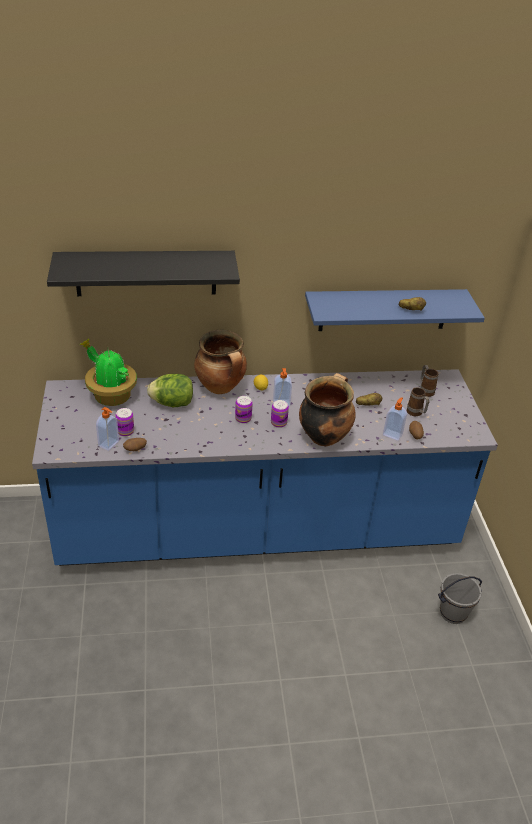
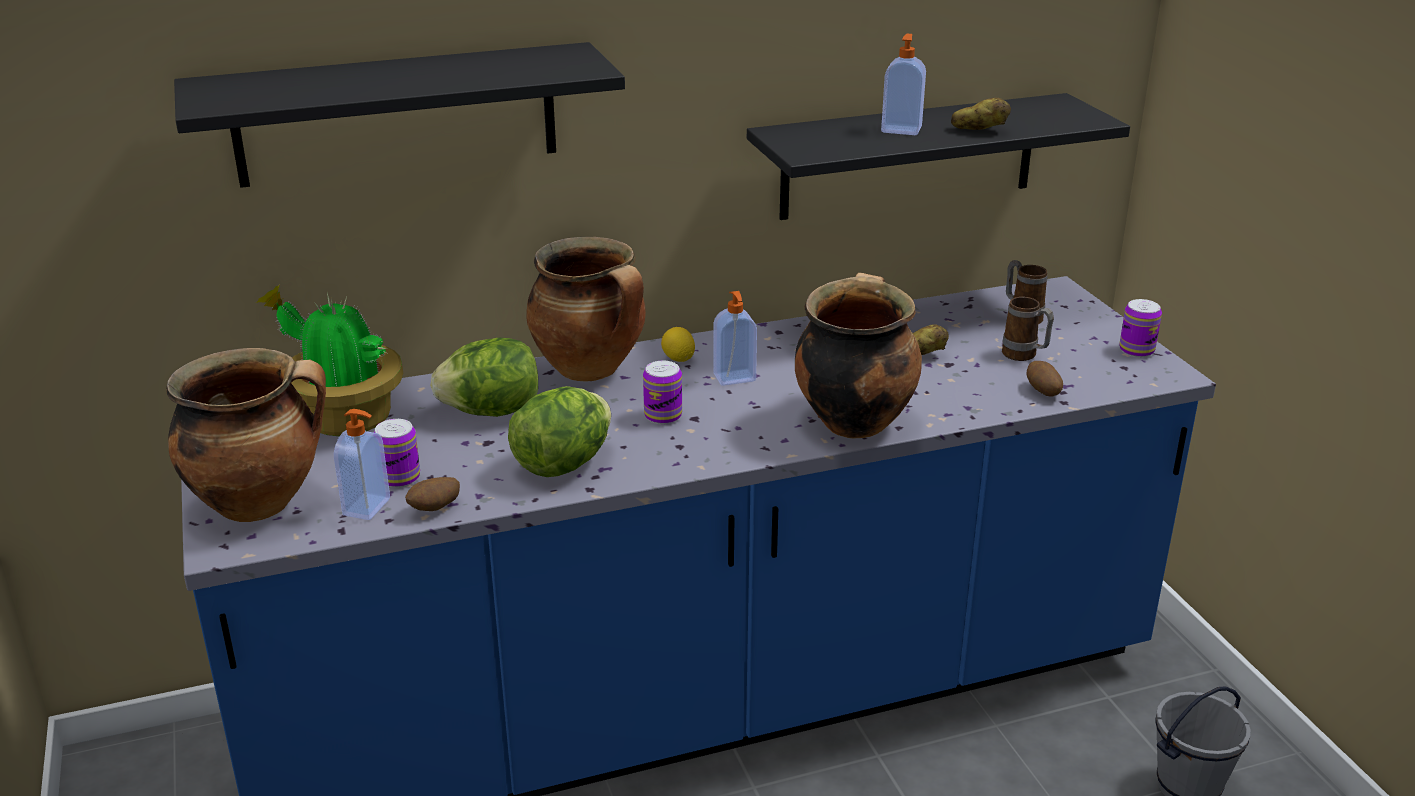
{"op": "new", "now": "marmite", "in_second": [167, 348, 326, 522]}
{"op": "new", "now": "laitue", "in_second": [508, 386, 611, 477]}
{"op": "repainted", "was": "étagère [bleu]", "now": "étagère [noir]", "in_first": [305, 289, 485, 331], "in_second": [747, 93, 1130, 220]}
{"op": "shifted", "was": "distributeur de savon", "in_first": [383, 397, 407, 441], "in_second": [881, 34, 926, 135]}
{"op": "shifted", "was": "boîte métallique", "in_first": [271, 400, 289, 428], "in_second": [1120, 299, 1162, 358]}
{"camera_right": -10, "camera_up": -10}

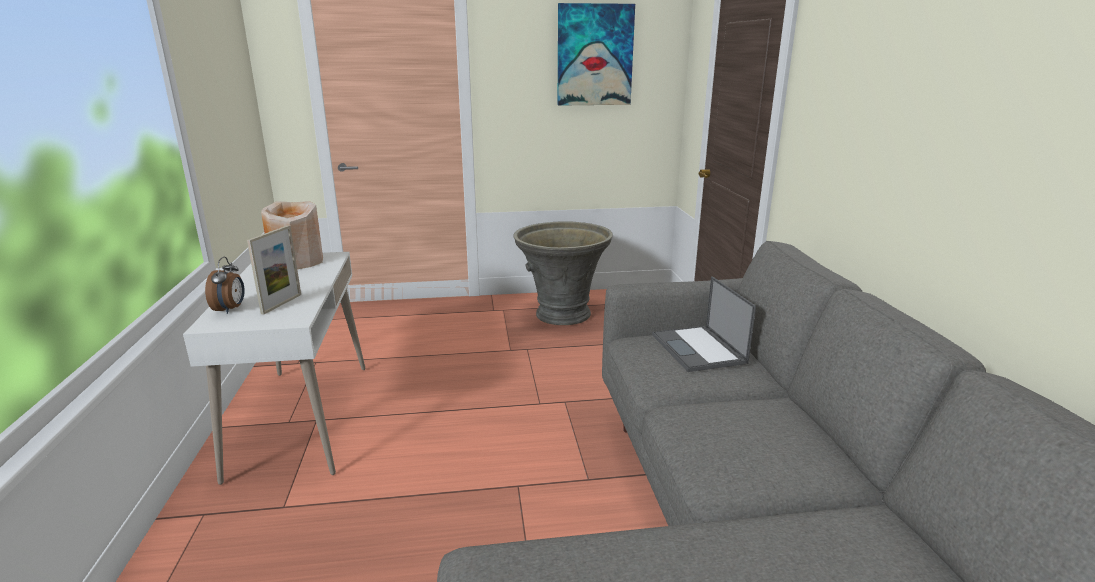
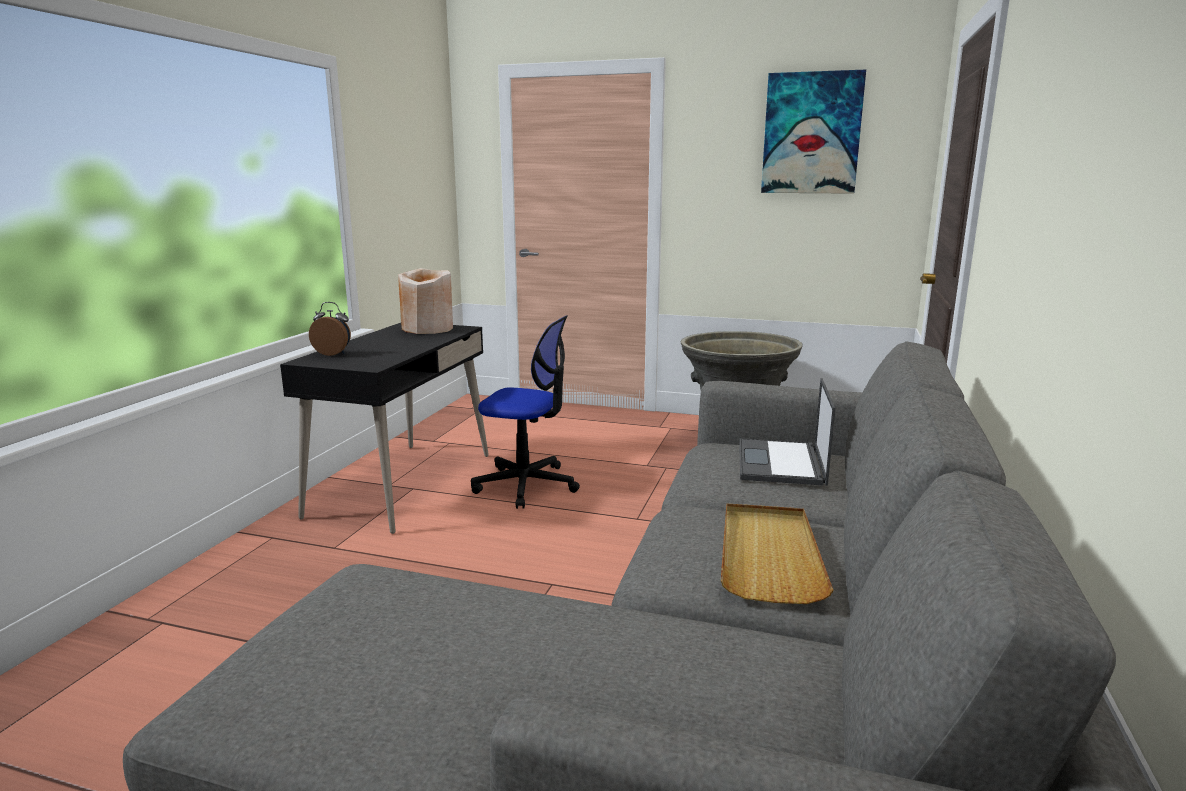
{"op": "repainted", "was": "bureau [blanc]", "now": "bureau [noir]", "in_first": [183, 252, 365, 485], "in_second": [280, 323, 489, 534]}
{"op": "rotated", "was": "réveil", "in_first": [205, 257, 245, 314], "in_second": [309, 302, 351, 356], "clockwise": -105}
{"op": "new", "now": "chaise de bureau", "in_second": [471, 315, 580, 509]}
{"op": "new", "now": "plateau [beige]", "in_second": [721, 504, 834, 604]}
{"op": "gone", "was": "cadre photo", "in_first": [247, 225, 301, 315]}
{"camera_right": 25, "camera_up": -5}

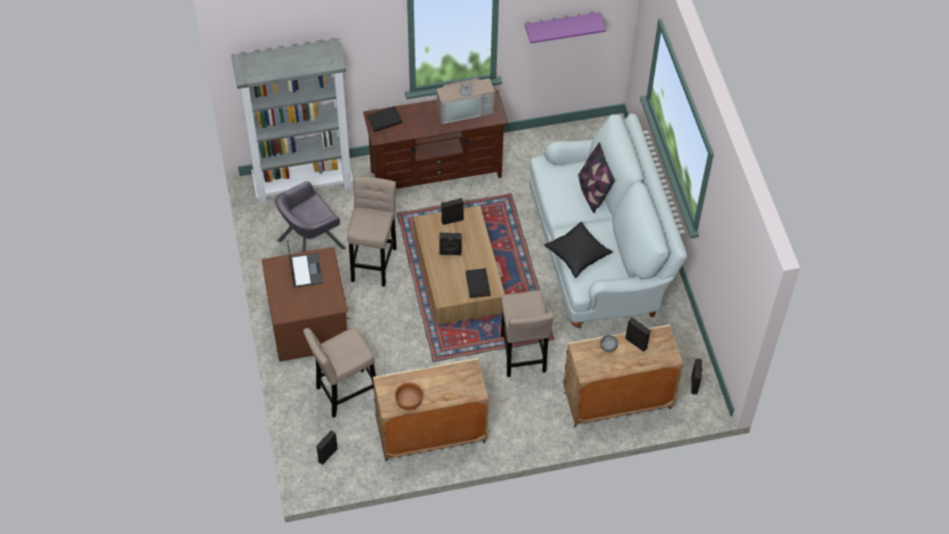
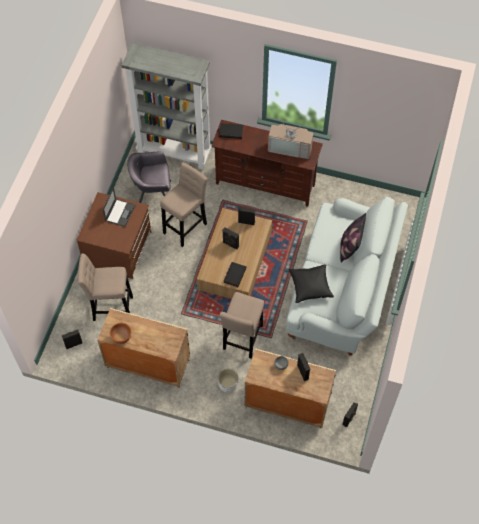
{"op": "new", "now": "cache-pot [blanc]", "in_second": [218, 369, 238, 393]}
{"op": "gone", "was": "étagère [violet]", "in_first": [525, 12, 606, 43]}
{"camera_right": 30, "camera_up": 5}

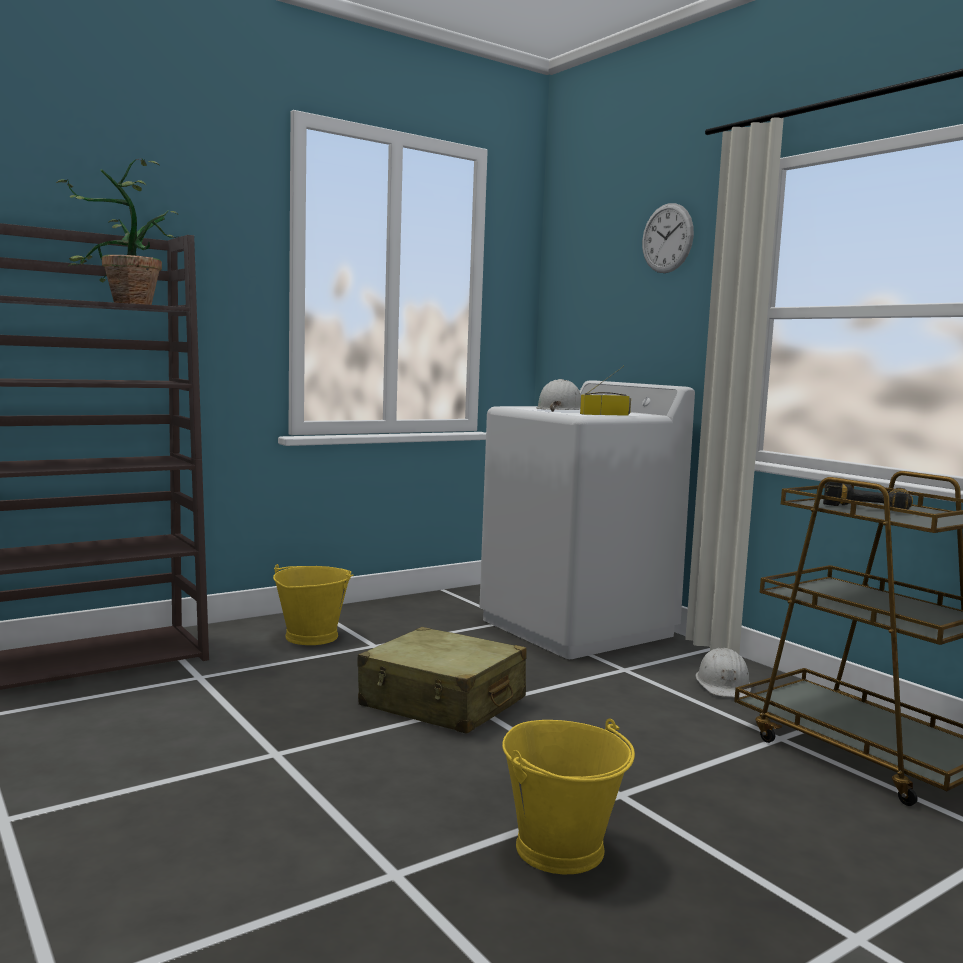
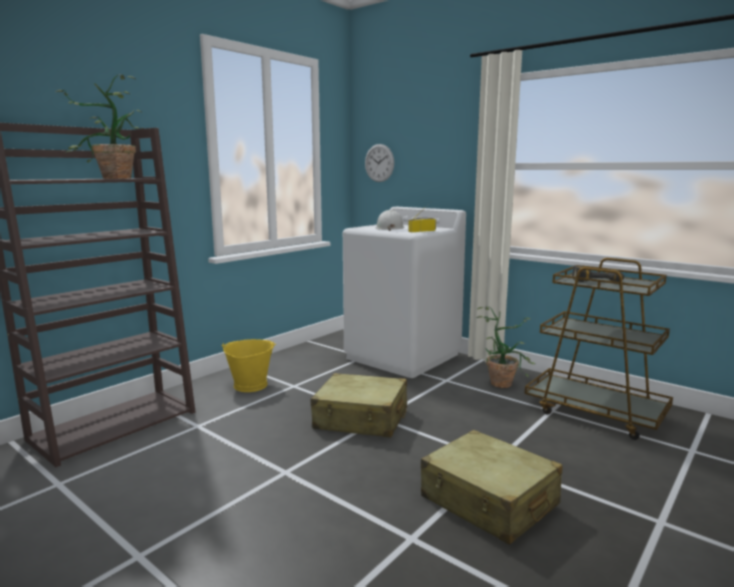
{"op": "shifted", "was": "horloge murale", "in_first": [642, 203, 694, 273], "in_second": [365, 144, 394, 182]}
{"op": "swapped", "was": "seau [jaune]", "now": "valise [beige]", "in_first": [502, 718, 635, 874], "in_second": [421, 430, 563, 545]}
{"op": "swapped", "was": "casque de chantier [blanc]", "now": "plante en pot", "in_first": [696, 648, 751, 698], "in_second": [477, 306, 535, 388]}
{"camera_right": -15, "camera_up": 5}

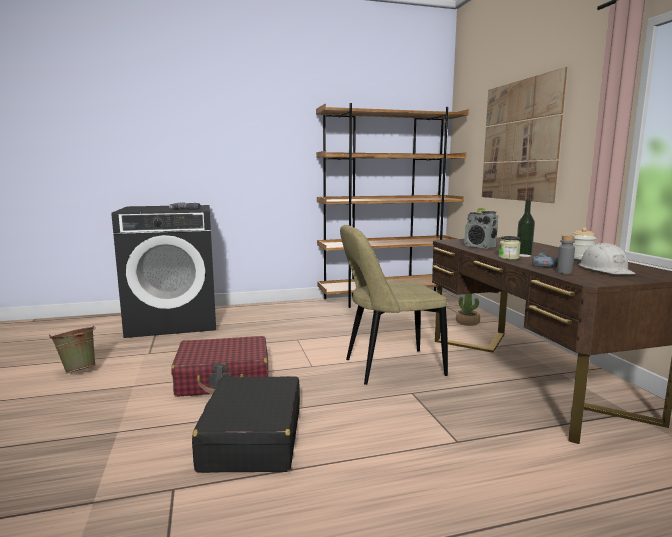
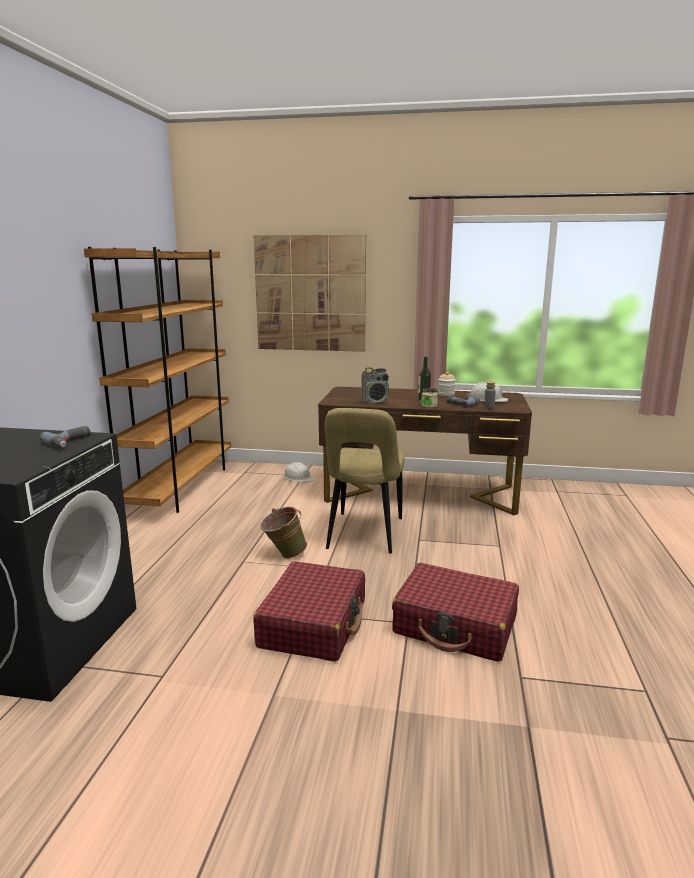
{"op": "shifted", "was": "seau [vert]", "in_first": [49, 325, 96, 373], "in_second": [260, 507, 307, 559]}
{"op": "swapped", "was": "plante en pot", "now": "casque de chantier [blanc]", "in_first": [456, 294, 480, 326], "in_second": [284, 462, 315, 483]}
{"op": "repainted", "was": "valise [noir]", "now": "valise [rouge]", "in_first": [192, 376, 300, 473], "in_second": [392, 563, 519, 662]}
{"camera_right": -65, "camera_up": 5}

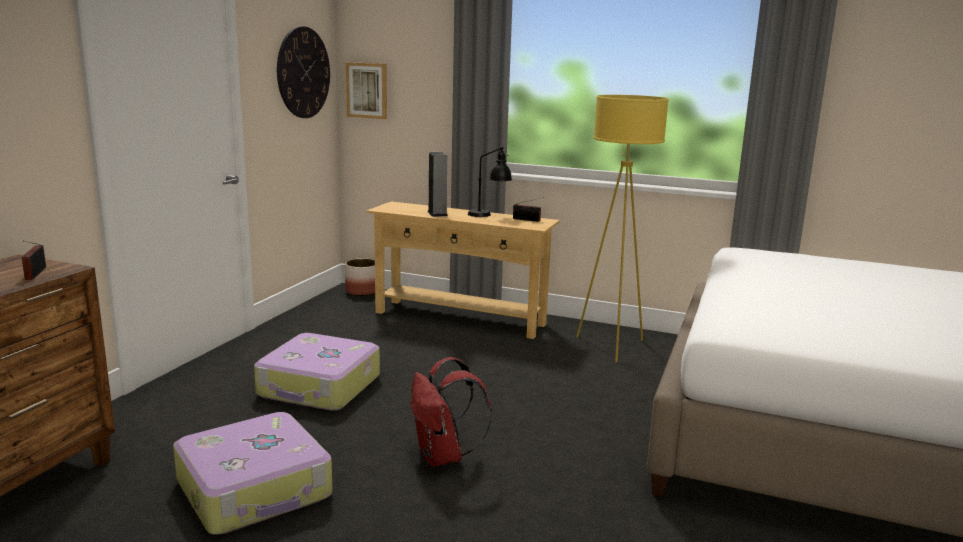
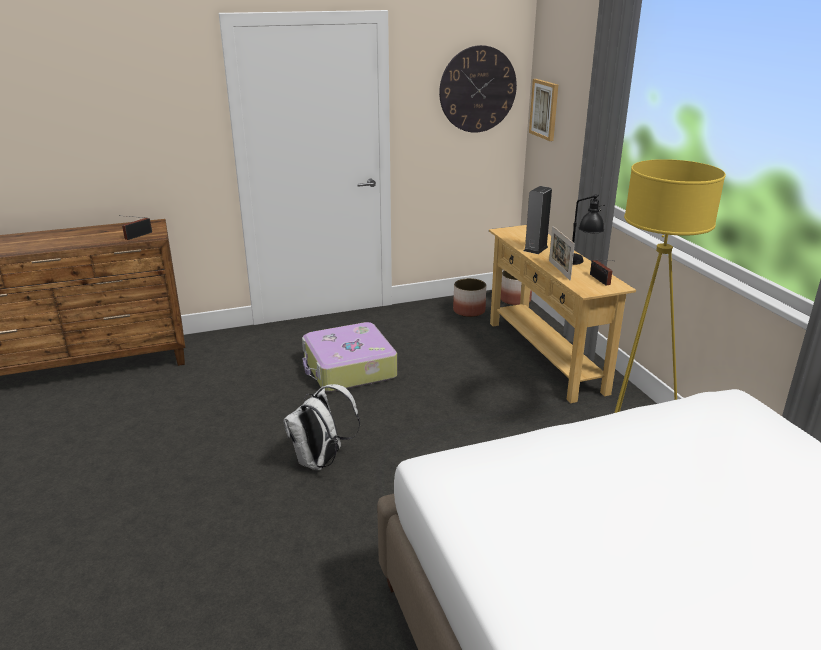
{"op": "repainted", "was": "sac à dos [rouge]", "now": "sac à dos [blanc]", "in_first": [411, 357, 492, 467], "in_second": [283, 384, 360, 471]}
{"op": "new", "now": "cache-pot", "in_second": [453, 278, 486, 317]}
{"op": "new", "now": "cadre photo", "in_second": [549, 226, 575, 280]}
{"op": "gone", "was": "valise", "in_first": [173, 412, 333, 534]}
{"camera_right": 50, "camera_up": 10}

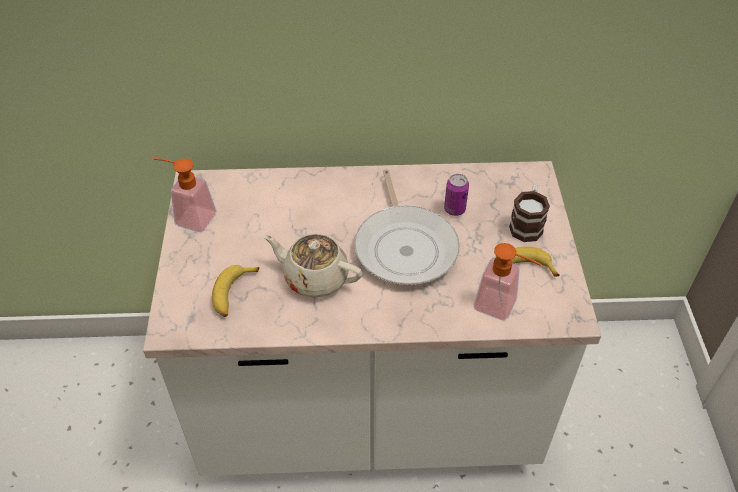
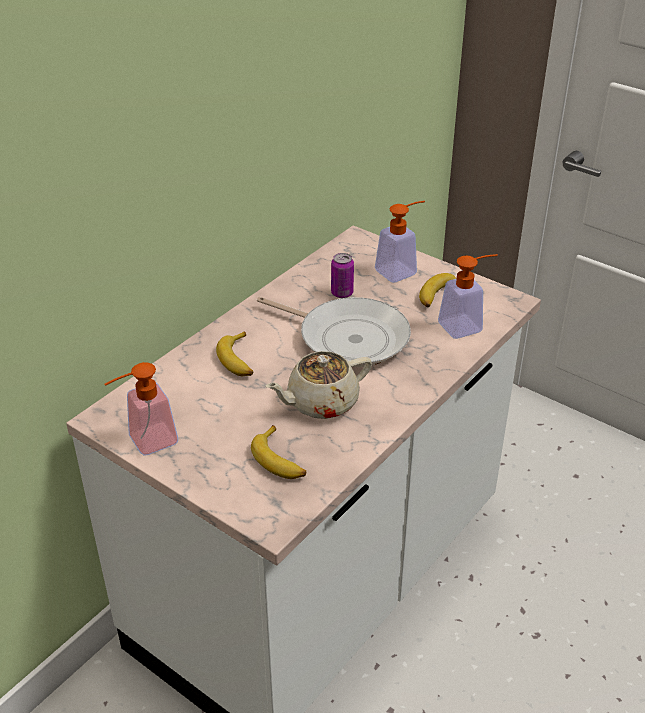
{"op": "new", "now": "banane", "in_second": [216, 331, 253, 376]}
{"op": "swapped", "was": "mug", "now": "distributeur de savon", "in_first": [509, 185, 550, 242], "in_second": [375, 201, 425, 283]}
{"camera_right": -50, "camera_up": -10}

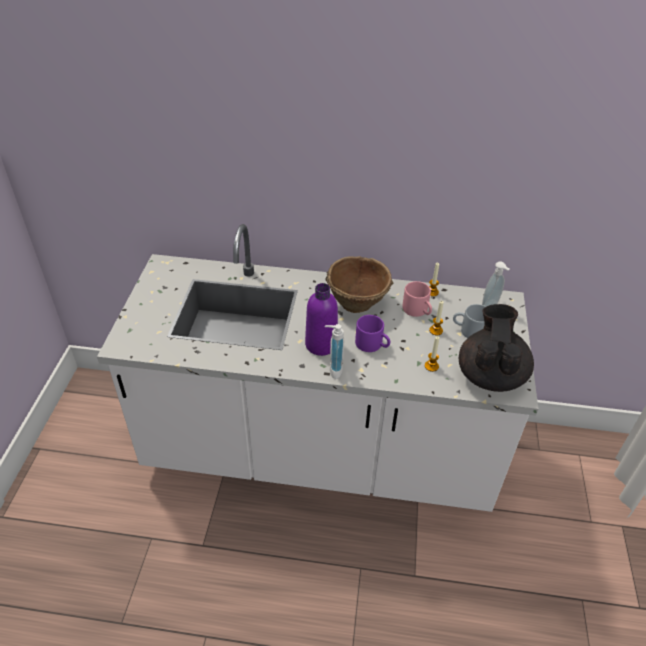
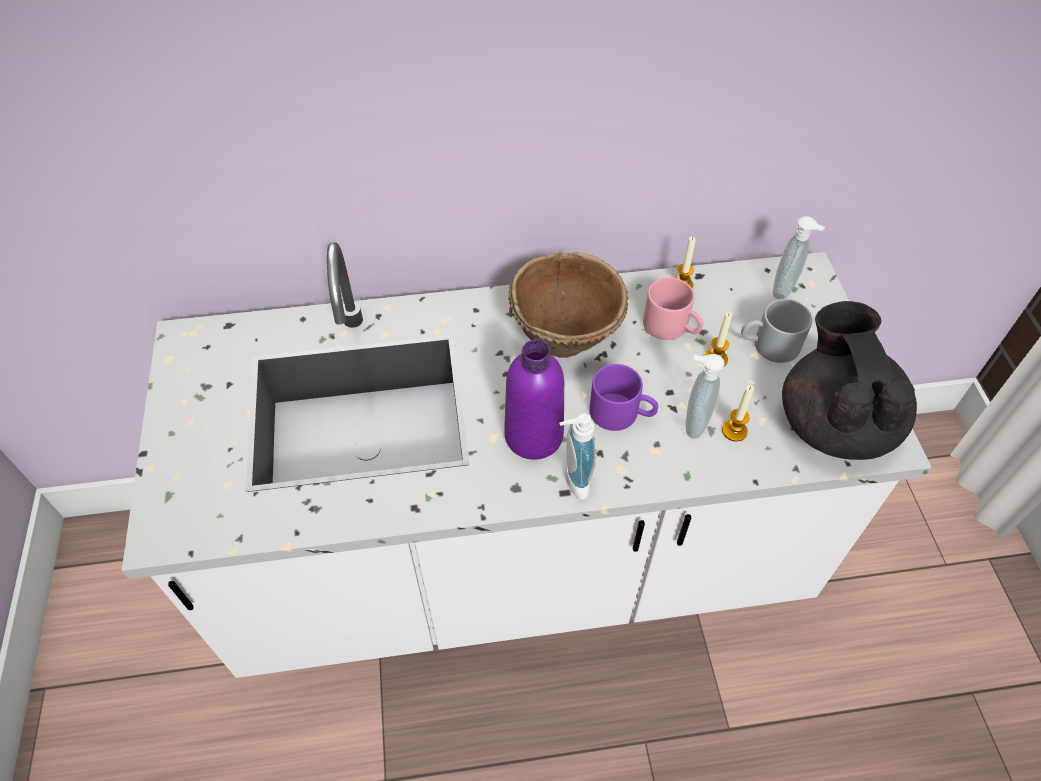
{"op": "new", "now": "distributeur de savon", "in_second": [686, 354, 724, 439]}
{"camera_right": -15, "camera_up": 10}

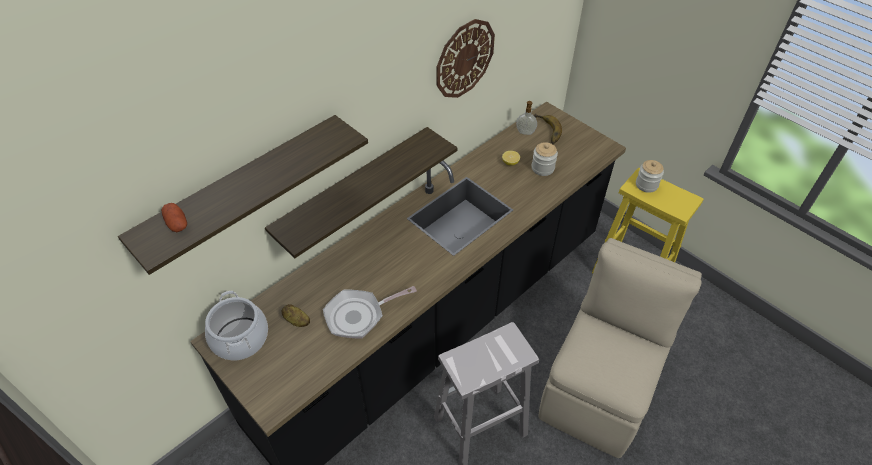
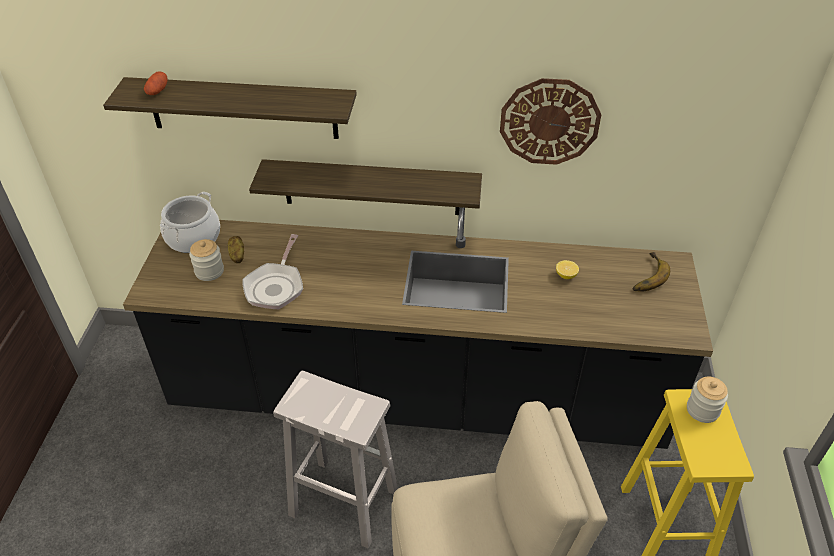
{"op": "shifted", "was": "bocal", "in_first": [532, 142, 558, 176], "in_second": [189, 239, 224, 281]}
{"op": "rotated", "was": "poêle", "in_first": [323, 286, 417, 339], "in_second": [242, 234, 303, 309], "clockwise": -105}
{"op": "gone", "was": "distributeur de savon", "in_first": [516, 101, 537, 135]}
{"camera_right": 50, "camera_up": -5}

